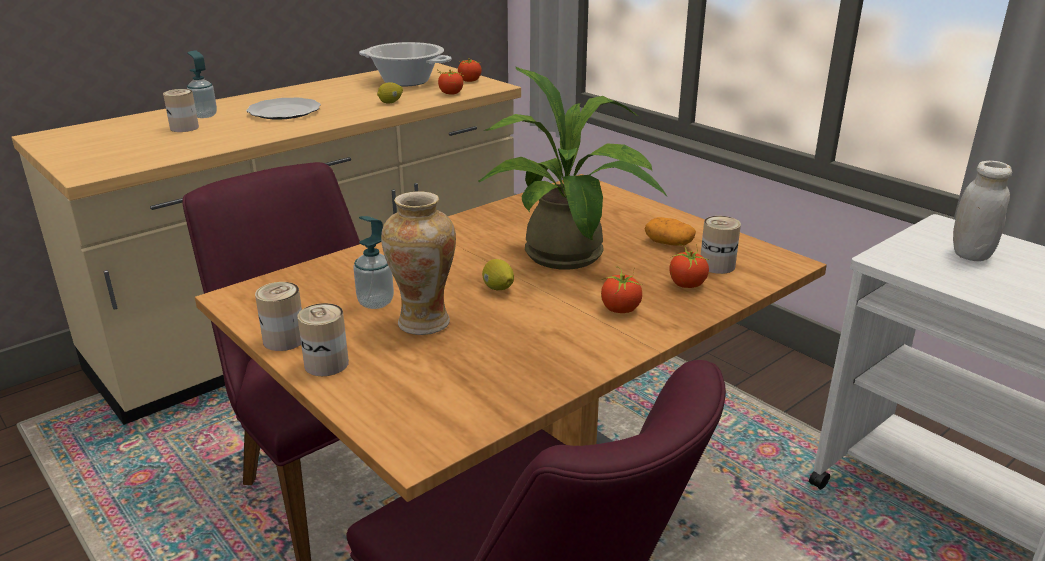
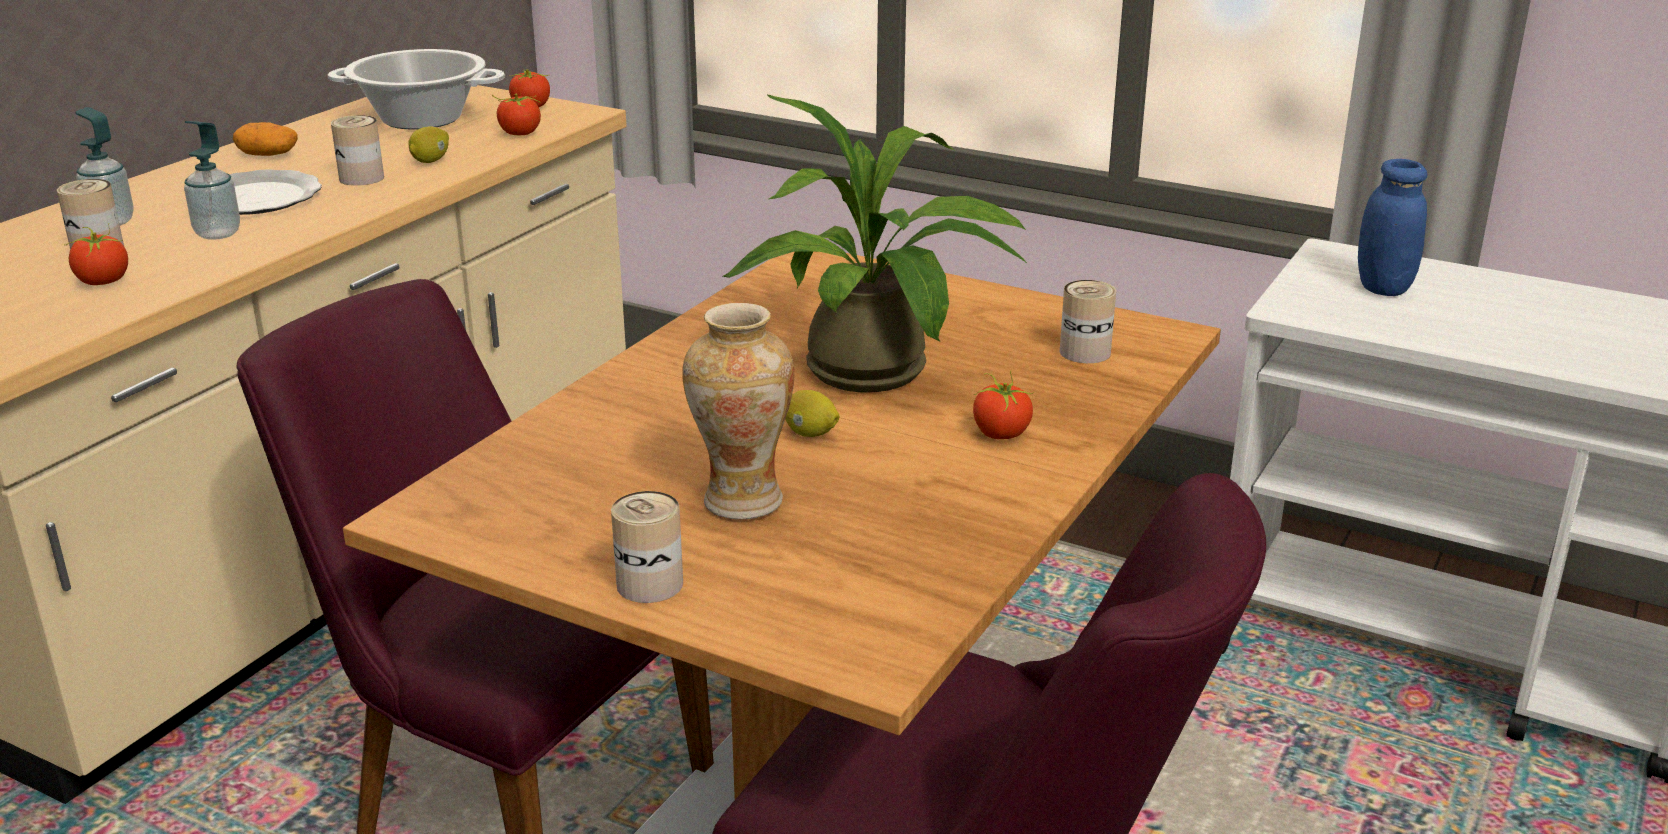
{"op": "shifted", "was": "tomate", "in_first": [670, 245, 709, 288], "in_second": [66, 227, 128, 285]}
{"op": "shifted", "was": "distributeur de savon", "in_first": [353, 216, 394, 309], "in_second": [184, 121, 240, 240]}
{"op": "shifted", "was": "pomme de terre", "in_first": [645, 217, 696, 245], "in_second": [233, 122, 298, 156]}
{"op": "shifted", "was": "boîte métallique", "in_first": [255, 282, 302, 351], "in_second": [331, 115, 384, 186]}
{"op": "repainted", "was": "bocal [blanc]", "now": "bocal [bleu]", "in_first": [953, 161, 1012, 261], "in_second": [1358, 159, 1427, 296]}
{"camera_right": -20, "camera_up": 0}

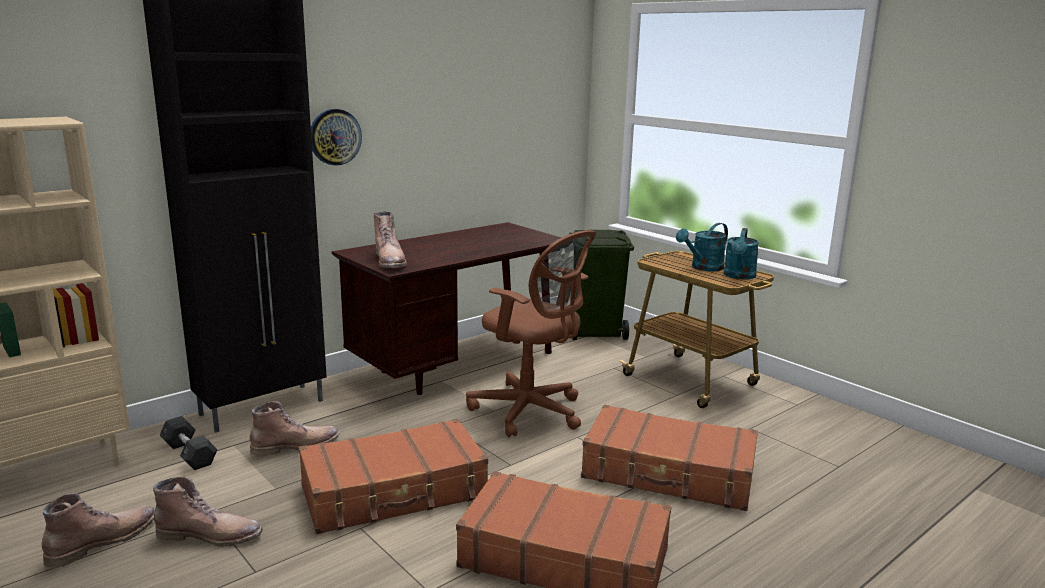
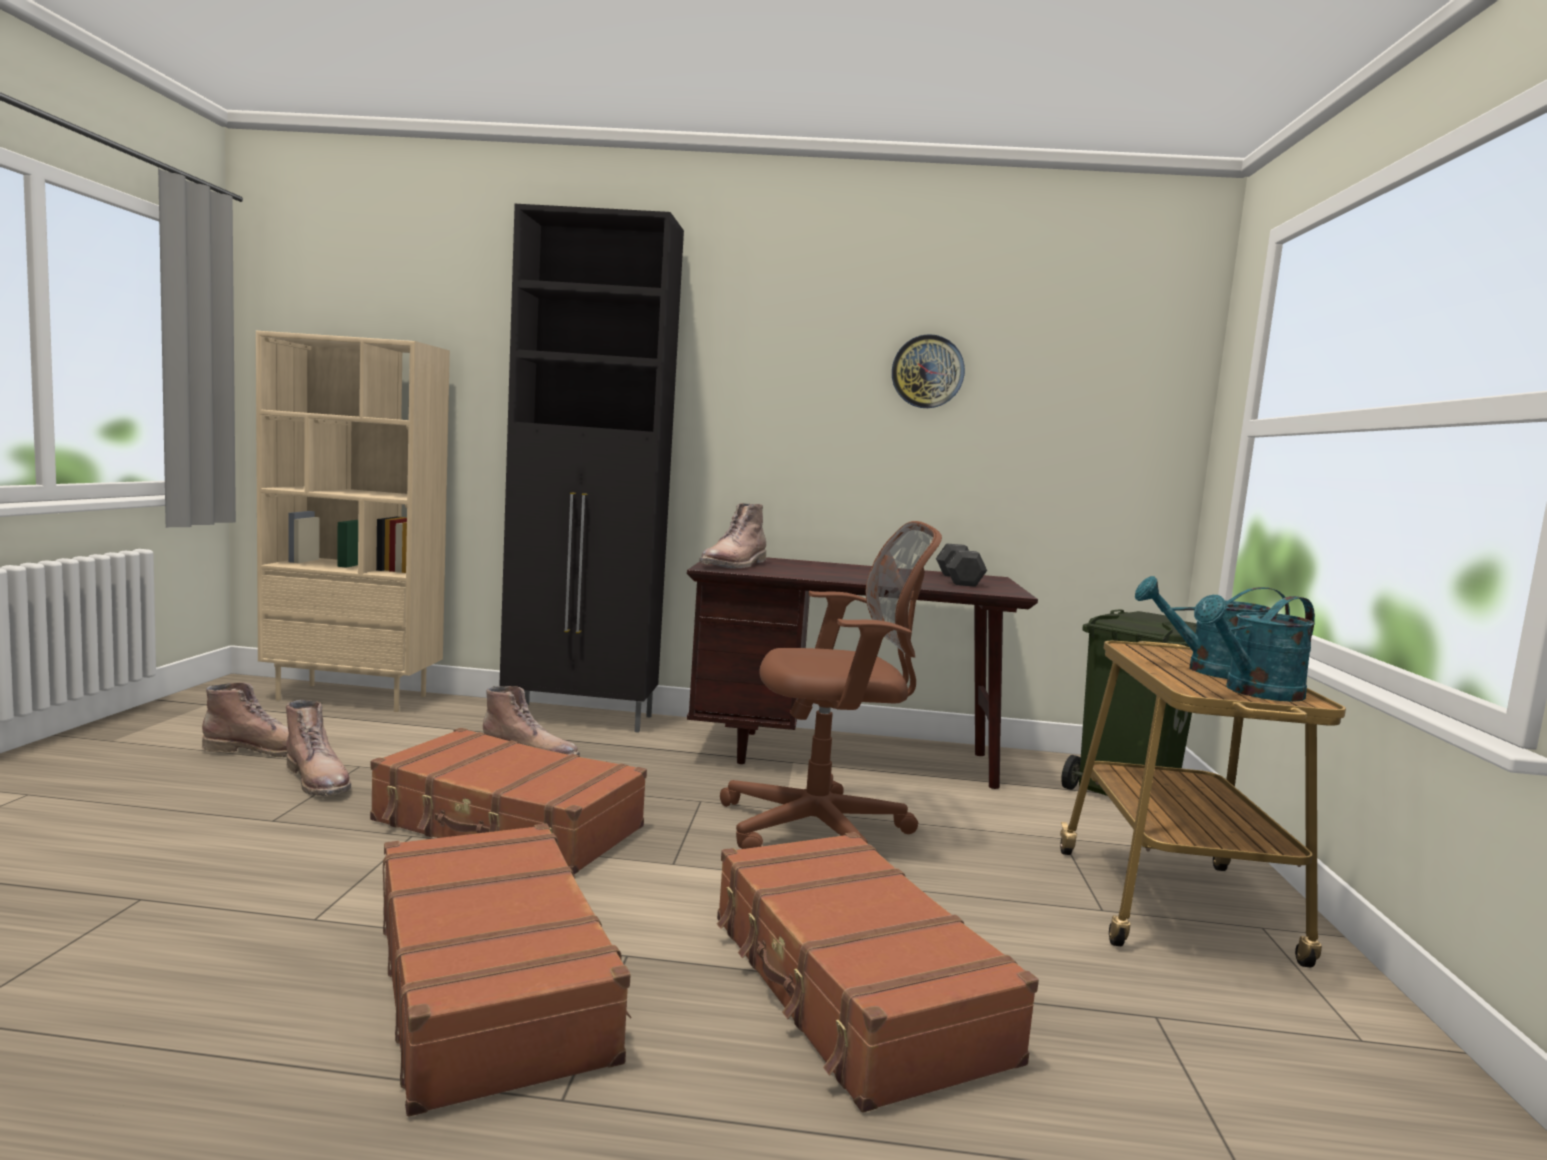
{"op": "rotated", "was": "chaise de bureau [marron]", "in_first": [466, 230, 596, 437], "in_second": [720, 521, 942, 853], "clockwise": -90}
{"op": "shifted", "was": "horloge murale", "in_first": [311, 109, 362, 166], "in_second": [892, 334, 965, 408]}
{"op": "shifted", "was": "haltère [gris]", "in_first": [160, 416, 217, 470], "in_second": [936, 543, 987, 587]}
{"camera_right": 45, "camera_up": -10}

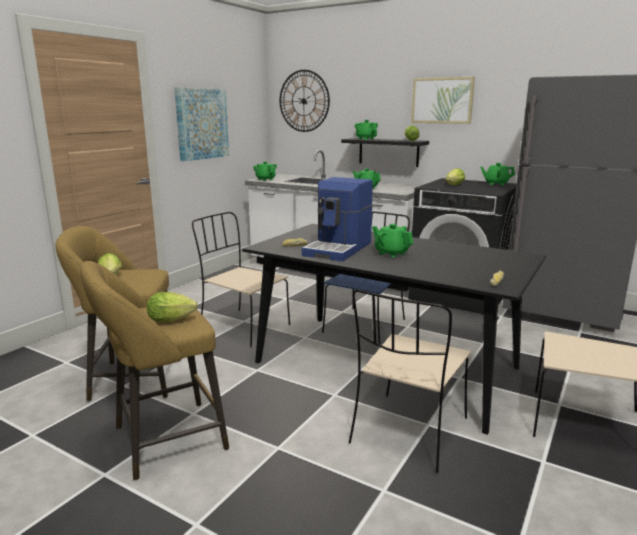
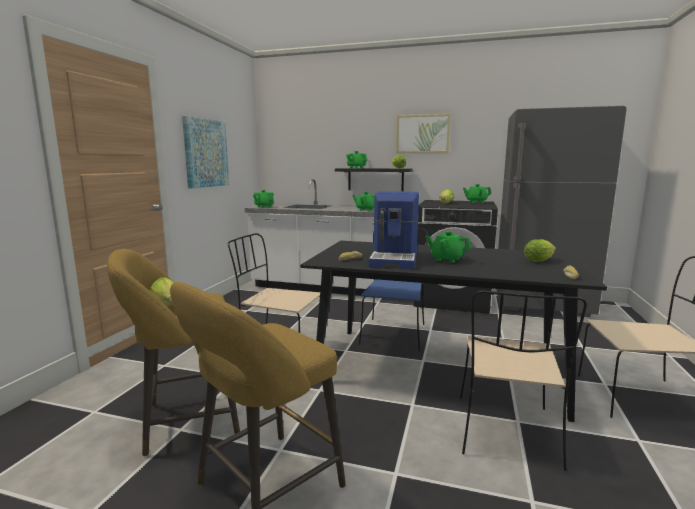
{"op": "shifted", "was": "laitue", "in_first": [147, 292, 198, 322], "in_second": [524, 239, 556, 262]}
{"op": "gone", "was": "horloge murale", "in_first": [280, 70, 330, 132]}
{"camera_right": -15, "camera_up": -5}

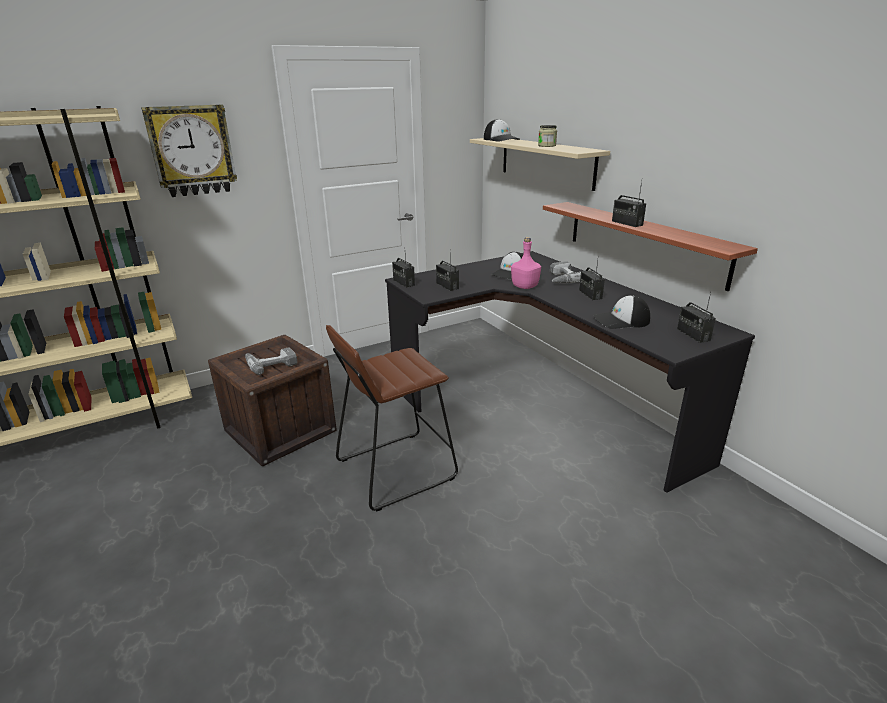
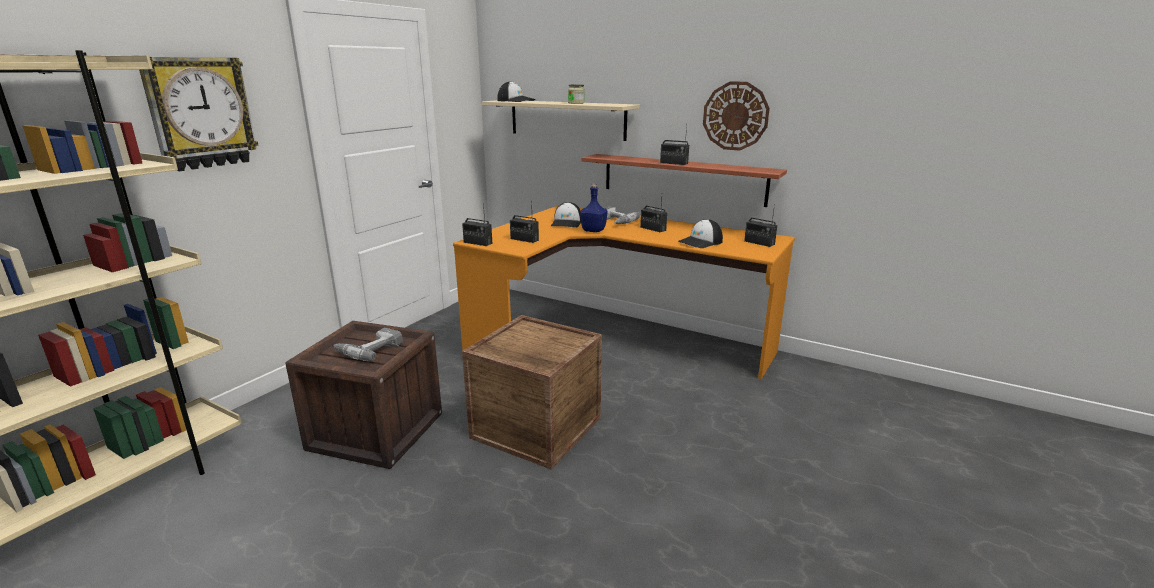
{"op": "repainted", "was": "bureau [noir]", "now": "bureau [orange]", "in_first": [385, 251, 755, 493], "in_second": [453, 205, 795, 379]}
{"op": "swapped", "was": "tabouret [marron]", "now": "caisse", "in_first": [326, 325, 458, 512], "in_second": [462, 315, 602, 470]}
{"op": "repainted", "was": "bouteille [rose]", "now": "bouteille [bleu]", "in_first": [511, 237, 541, 289], "in_second": [580, 184, 607, 232]}
{"op": "new", "now": "horloge murale", "in_second": [703, 82, 770, 151]}
{"camera_right": -30, "camera_up": -5}

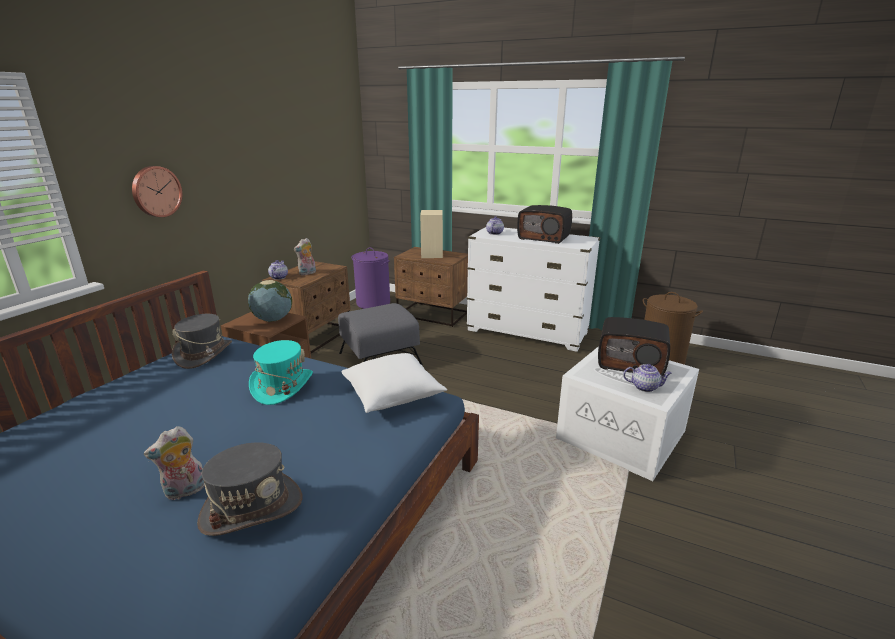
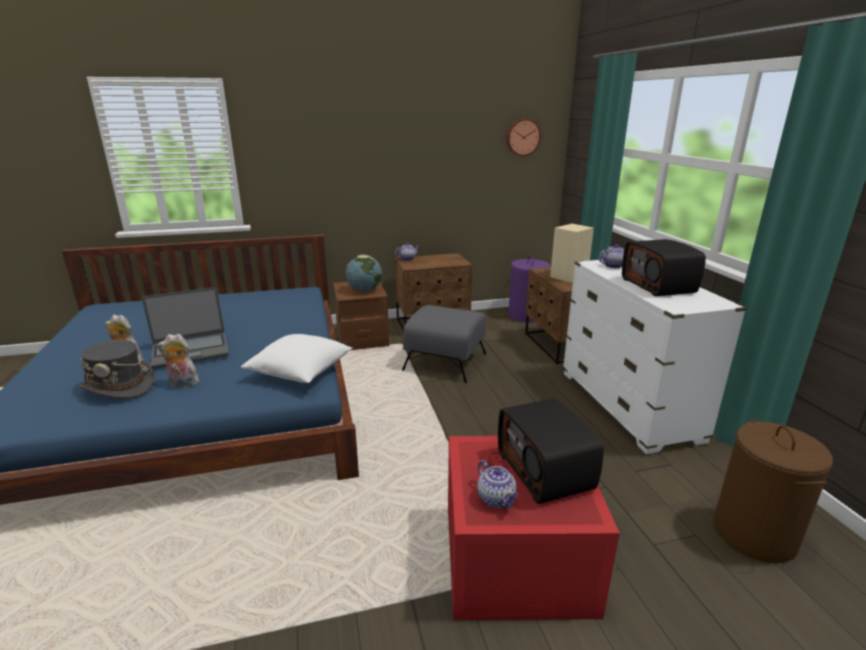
{"op": "new", "now": "ordinateur portable", "in_second": [142, 287, 229, 369]}
{"op": "shifted", "was": "peluche", "in_first": [294, 238, 316, 275], "in_second": [157, 334, 199, 387]}
{"op": "repainted", "was": "boîte de rangement [blanc]", "now": "boîte de rangement [rouge]", "in_first": [556, 346, 699, 481], "in_second": [448, 436, 620, 620]}
{"op": "shifted", "was": "horloge murale", "in_first": [132, 166, 182, 217], "in_second": [506, 118, 541, 156]}
{"op": "gone", "was": "chapeau [gris]", "in_first": [172, 314, 232, 369]}
{"op": "gone", "was": "chapeau [turquoise]", "in_first": [249, 340, 313, 405]}
{"camera_right": 50, "camera_up": 0}

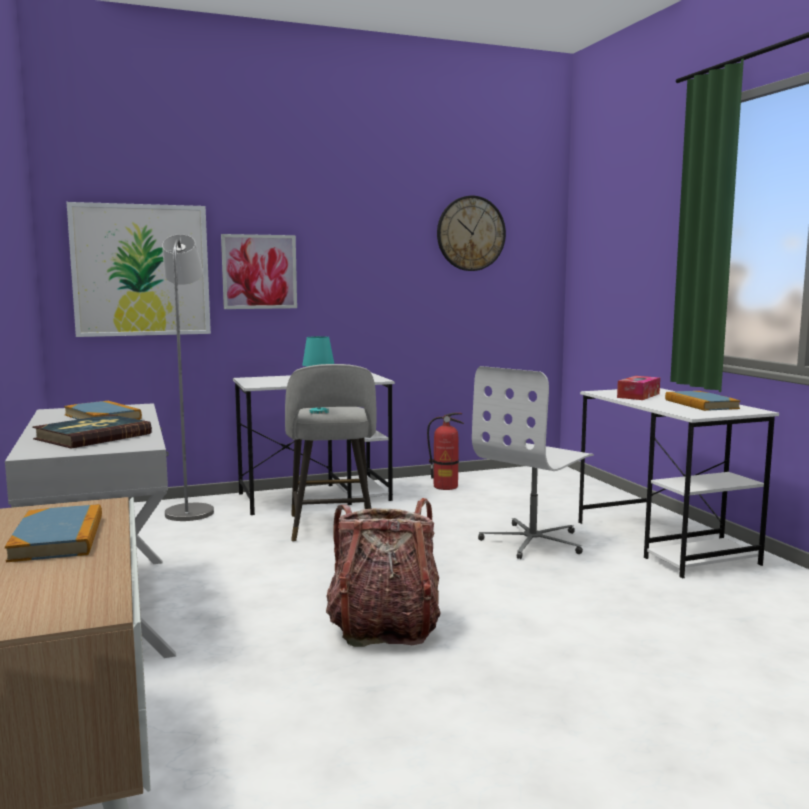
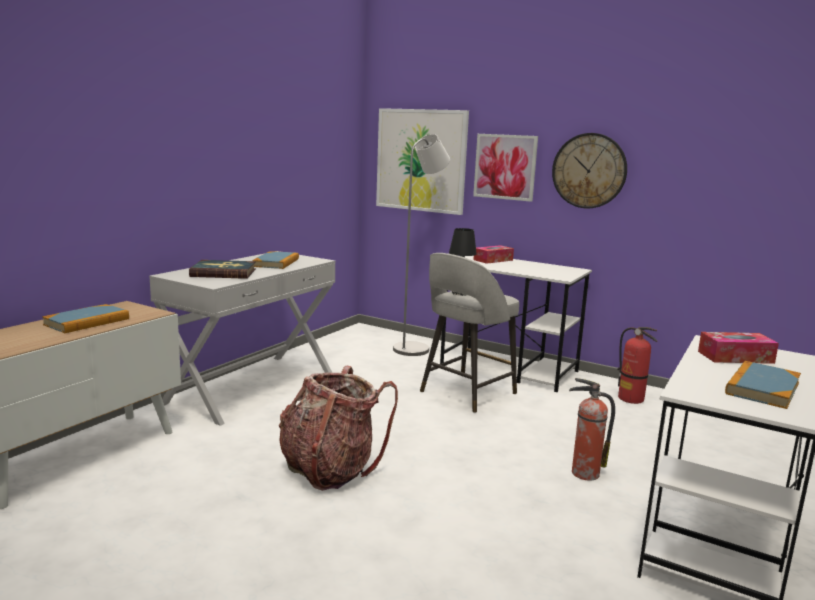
{"op": "repainted", "was": "lampe de table [turquoise]", "now": "lampe de table [noir]", "in_first": [302, 336, 334, 414], "in_second": [449, 228, 477, 296]}
{"op": "new", "now": "boîte à mouchoirs", "in_second": [473, 245, 514, 264]}
{"op": "shifted", "was": "horloge murale", "in_first": [437, 196, 506, 271], "in_second": [552, 133, 627, 209]}
{"op": "swapped", "was": "chaise de bureau [blanc]", "now": "extincteur", "in_first": [472, 366, 594, 559], "in_second": [569, 378, 615, 481]}
{"camera_right": 50, "camera_up": 5}

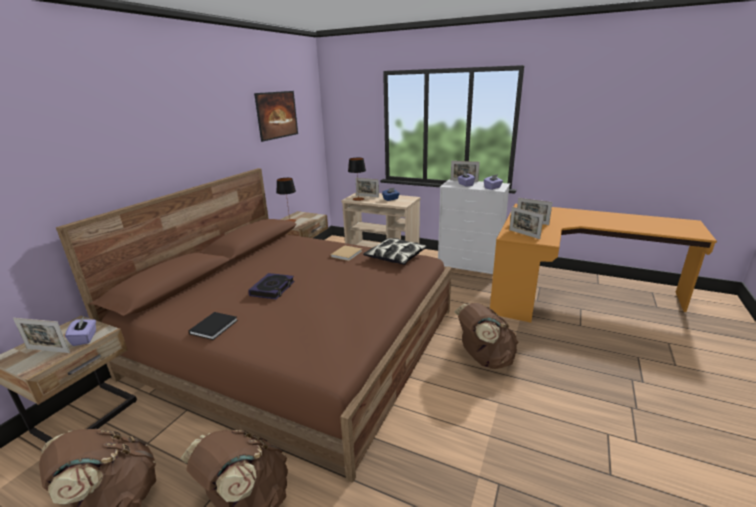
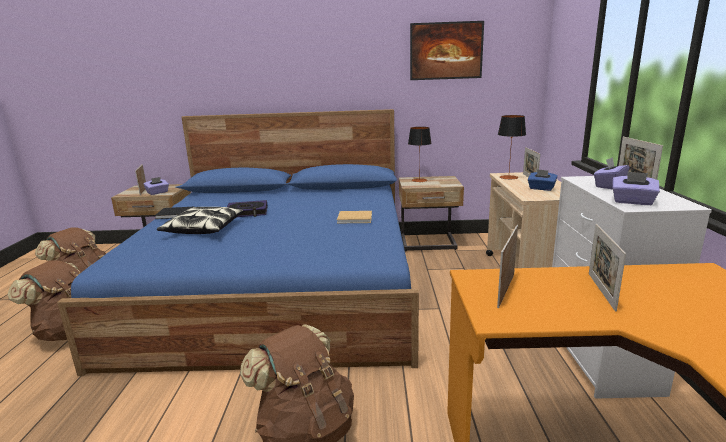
{"op": "repainted", "was": "lit [marron]", "now": "lit [bleu]", "in_first": [56, 168, 452, 483], "in_second": [57, 109, 419, 376]}
{"op": "shifted", "was": "coussin", "in_first": [363, 238, 427, 265], "in_second": [157, 207, 243, 234]}
{"camera_right": 65, "camera_up": -5}

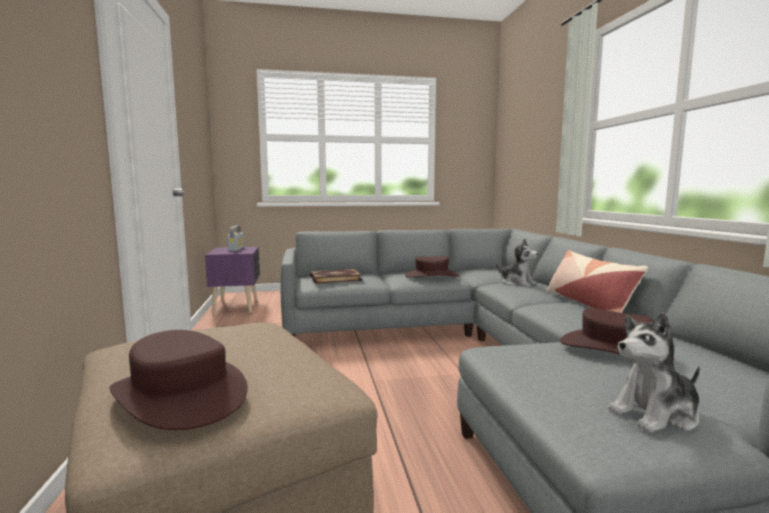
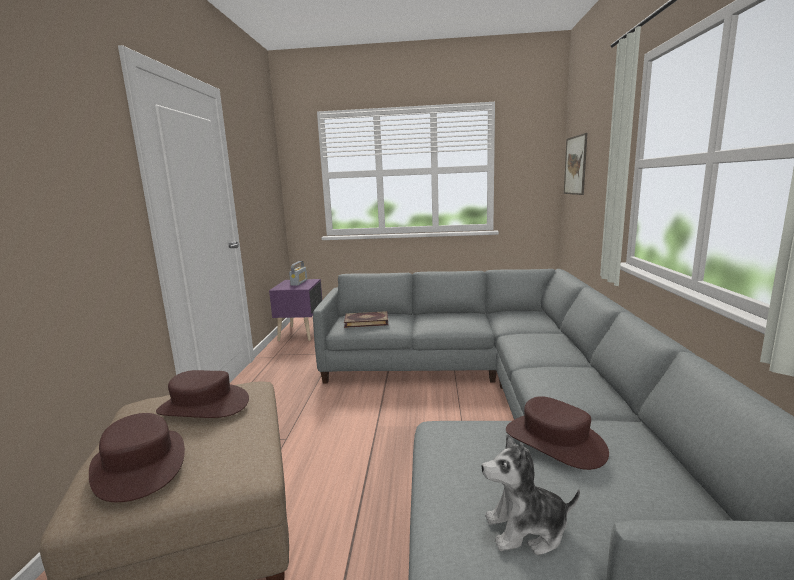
{"op": "shifted", "was": "chapeau [marron]", "in_first": [405, 256, 459, 278], "in_second": [156, 370, 249, 418]}
{"op": "new", "now": "tableau", "in_second": [564, 133, 587, 195]}
{"op": "gone", "was": "peluche", "in_first": [496, 239, 538, 287]}
{"op": "gone", "was": "coussin", "in_first": [546, 250, 648, 313]}
{"camera_right": 15, "camera_up": 5}

